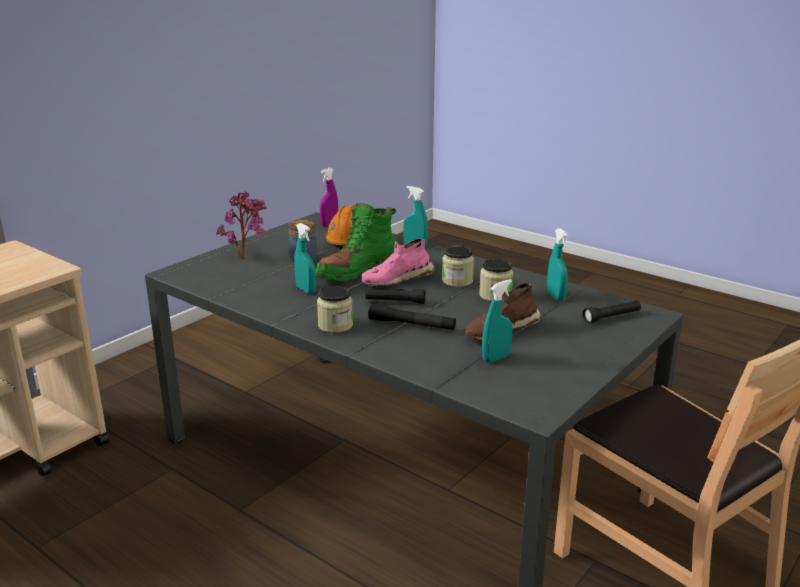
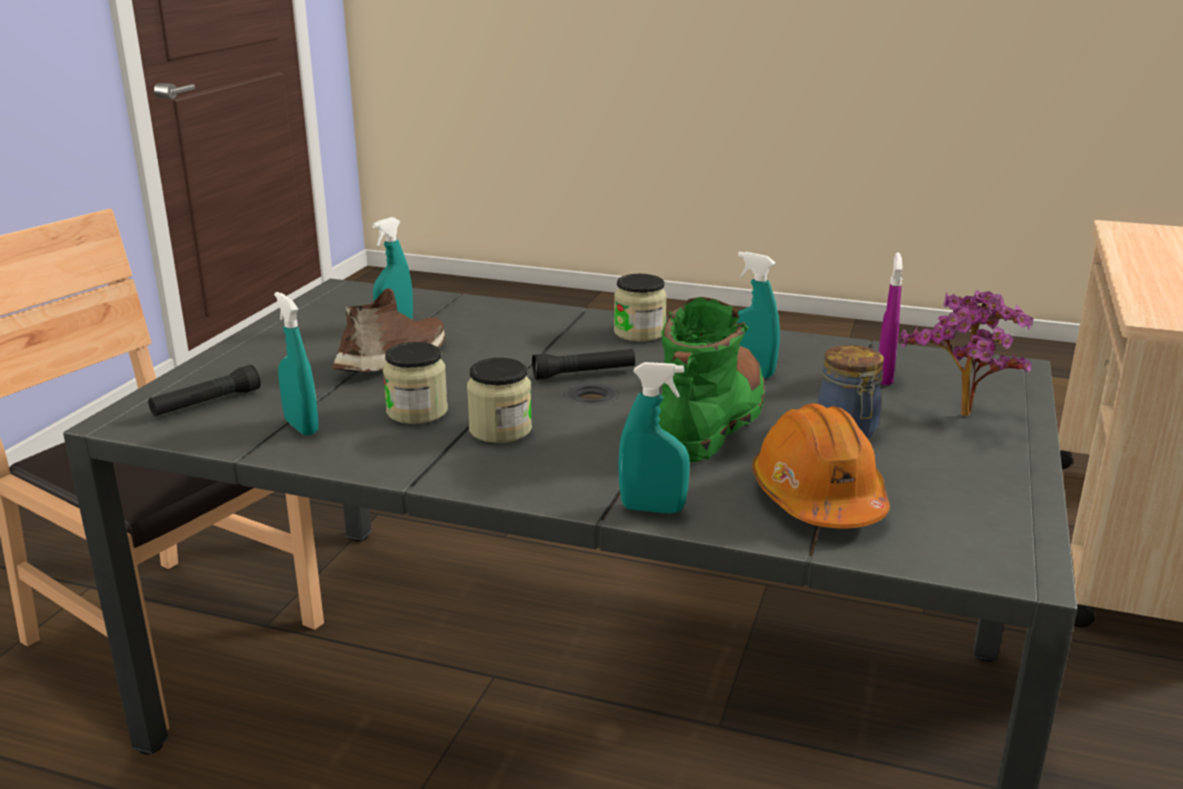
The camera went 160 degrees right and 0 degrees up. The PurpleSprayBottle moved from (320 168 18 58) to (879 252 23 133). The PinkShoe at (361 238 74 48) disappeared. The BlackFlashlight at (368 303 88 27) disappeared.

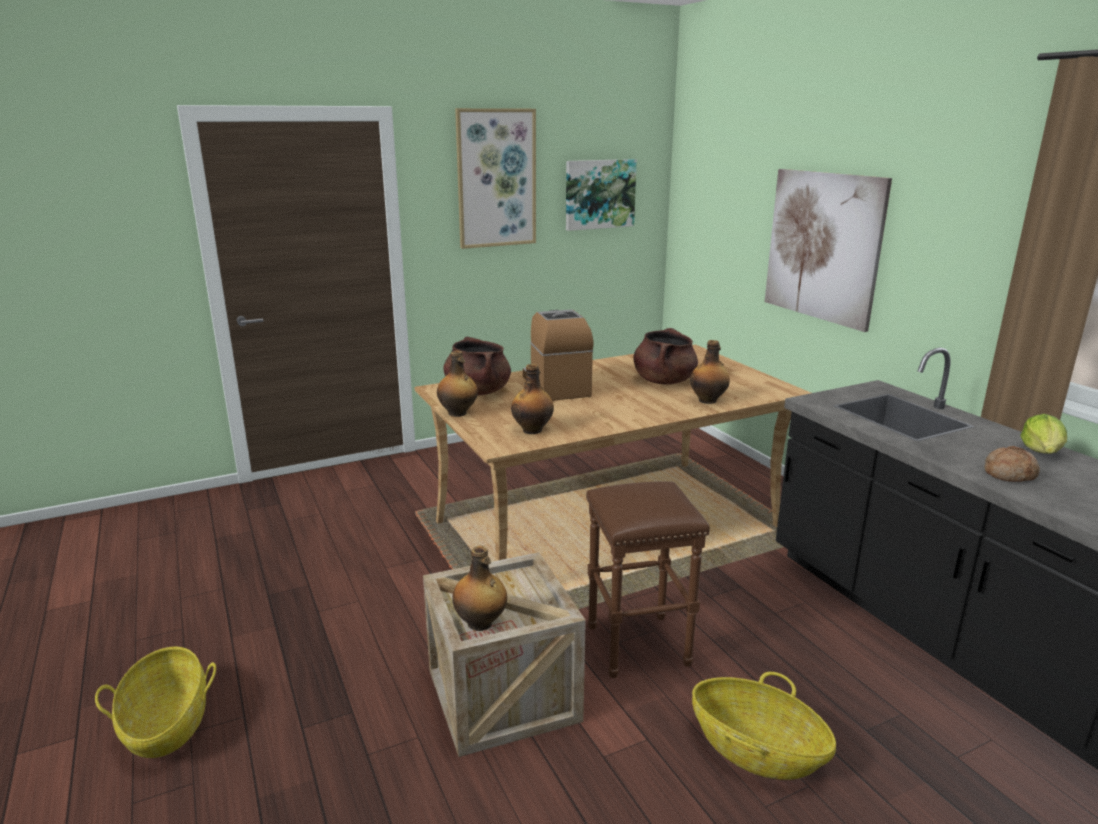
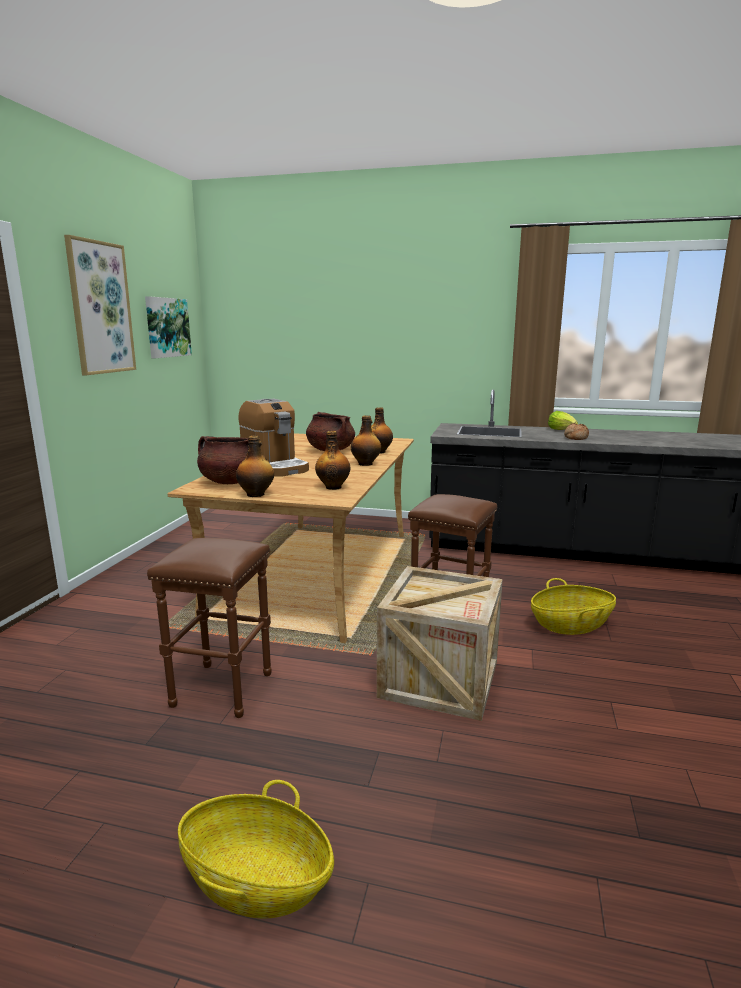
The camera went 50 degrees left and 5 degrees down. The BrownStool at (147 538 125 180) appeared. The CoffeeMachine at (523 309 70 92) turned 150 degrees counterclockwise. The Bottle moved from (452 546 55 85) to (351 415 30 51). The Picture at (765 169 127 163) disappeared.

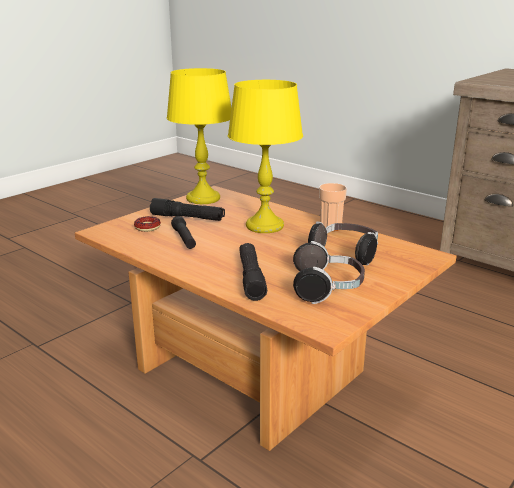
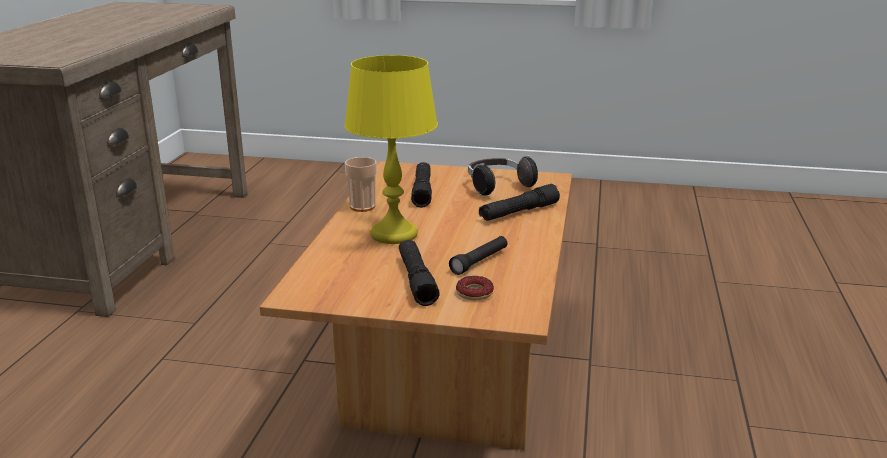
The camera went 120 degrees left and 0 degrees up. The Headphones at (308 221 70 44) was replaced by the BlackFlashlight at (411 162 21 46). The YellowTableLamp at (167 68 64 136) disappeared.

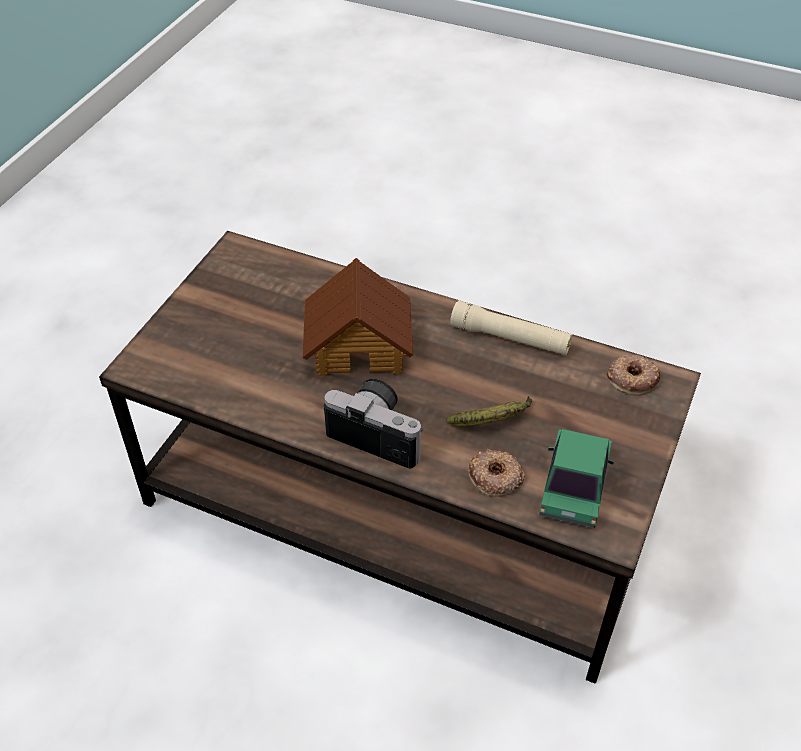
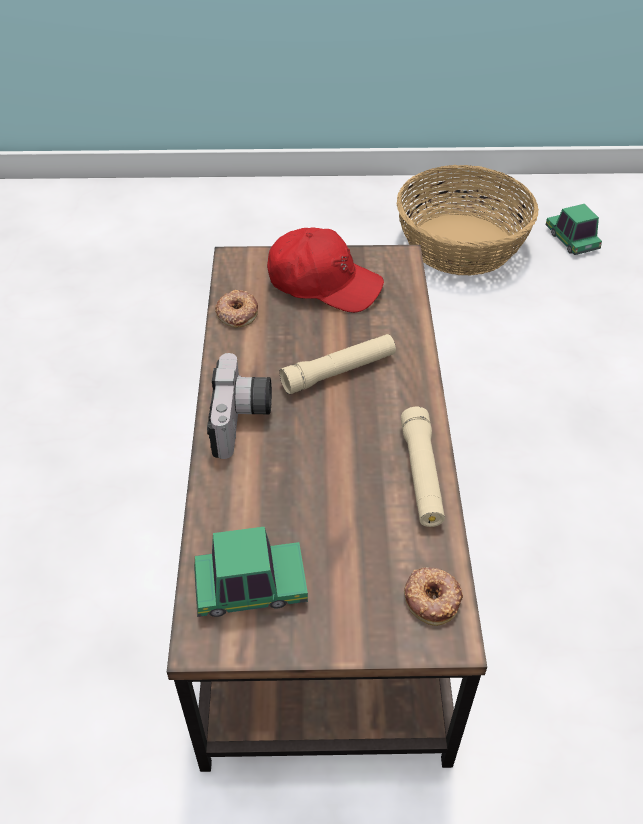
The camera went 65 degrees right and 0 degrees up. The Donut moved from (468 449 57 48) to (215 290 43 38). The RedCap at (267 227 117 86) appeared. The ToyHouse at (303 258 110 118) was replaced by the BeigeFlashlight at (279 334 117 60). The Basket at (397 165 142 111) appeared. The ToyCar at (545 204 57 51) appeared. The Banana at (447 396 85 30) disappeared.

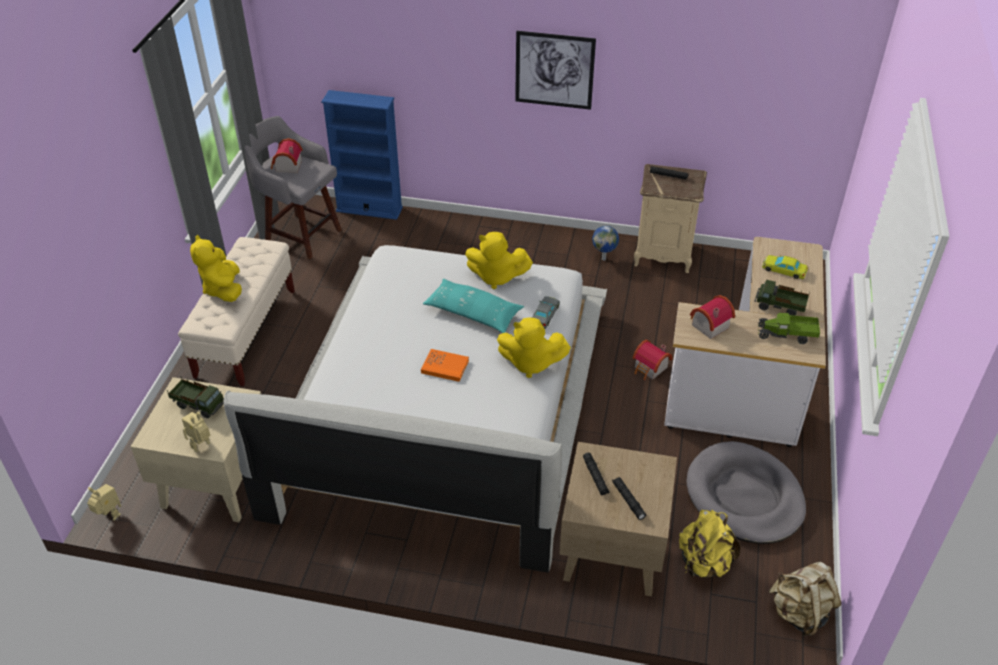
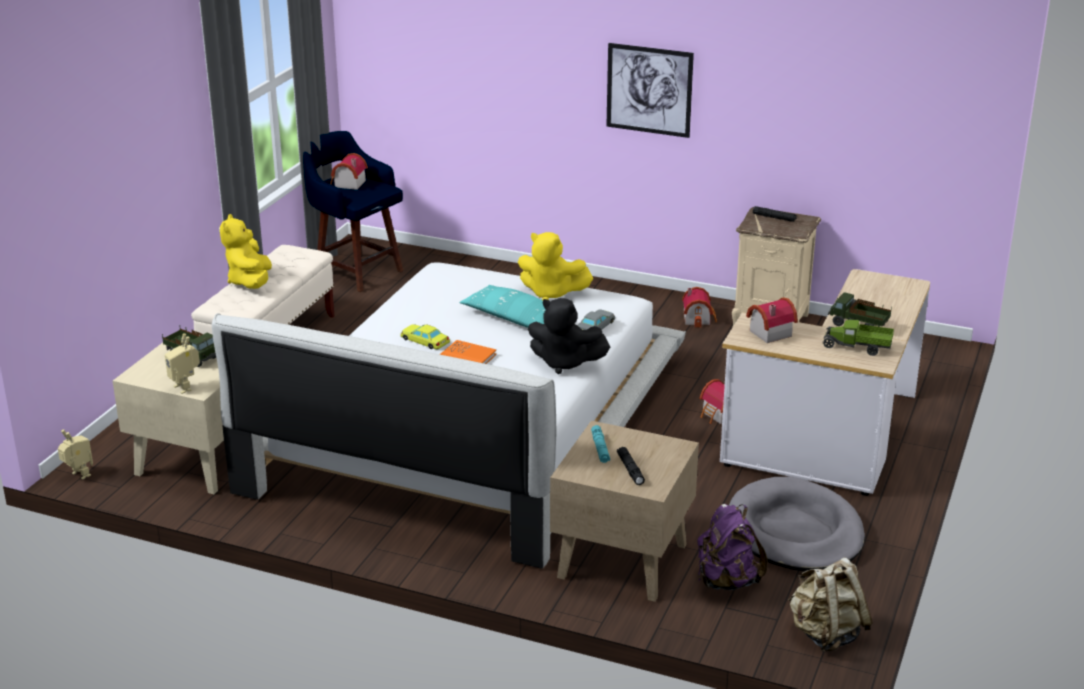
The camera went 10 degrees right and 15 degrees down. The ToyRobot at (182 412 29 40) turned 90 degrees counterclockwise. The GreyStool at (244 116 98 144) became the BlueStool at (303 131 100 161). The YellowToyCar moved from (762 255 46 24) to (401 324 49 26). The YellowPlushToy at (497 318 74 60) became the BlackPlushToy at (528 298 82 76). The BlackFlashlight at (583 452 26 44) became the TurquoiseFlashlight at (591 425 19 38). The Globe at (592 226 27 35) was replaced by the ToyHouse at (682 287 35 41). The YellowBackpack at (679 510 62 68) became the PurpleBackpack at (697 504 71 86). The BlueBookcase at (321 90 82 130) disappeared.

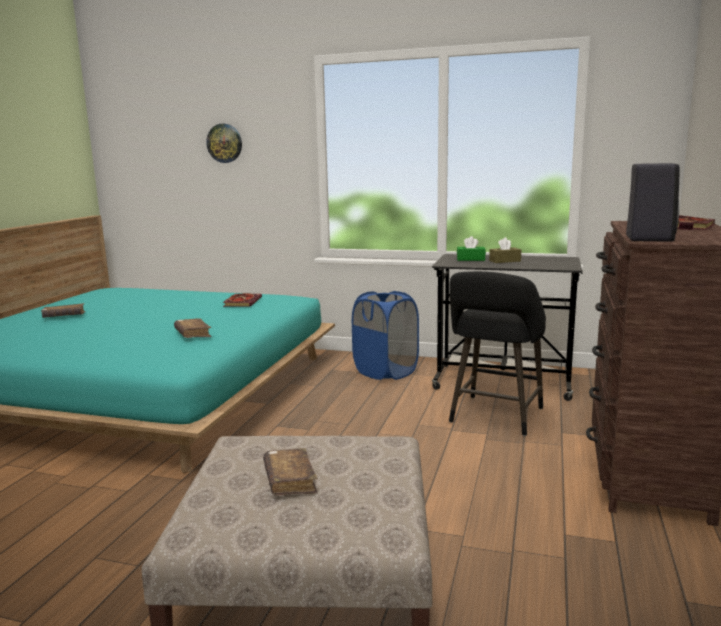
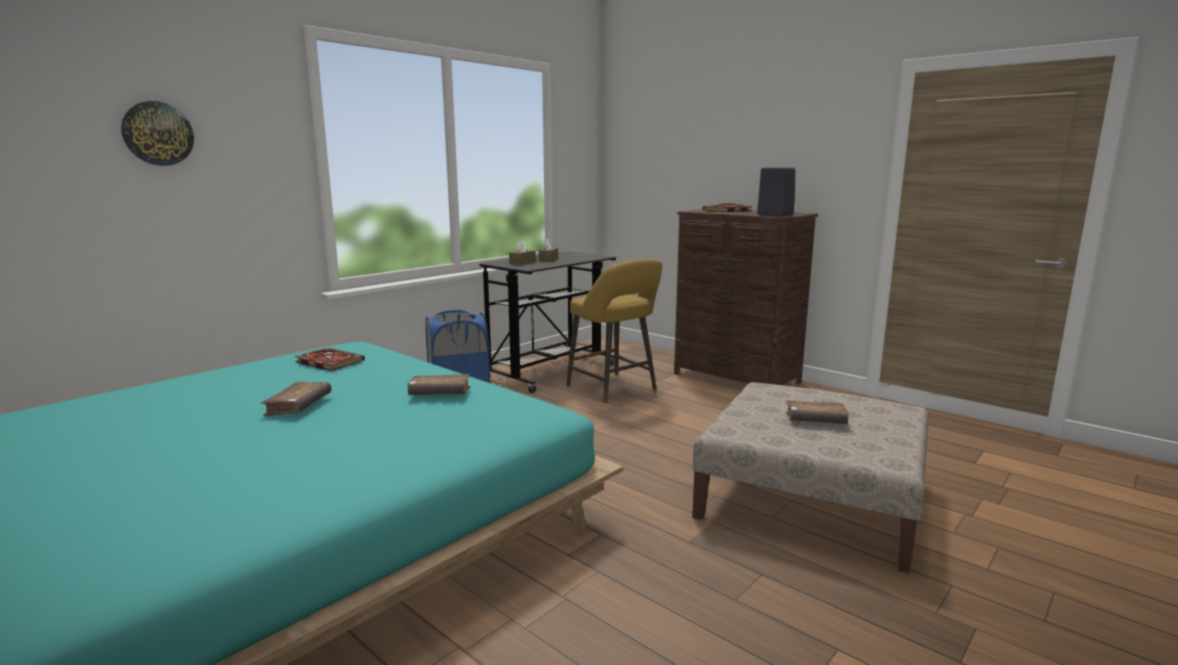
The camera went 65 degrees left and 0 degrees up. The BrownBook moved from (41 303 45 15) to (261 382 70 34). The GreenTissueBox at (457 236 29 25) became the BrownTissueBox at (509 240 27 25). The BlackStool at (449 271 97 165) became the YellowStool at (566 259 96 145).

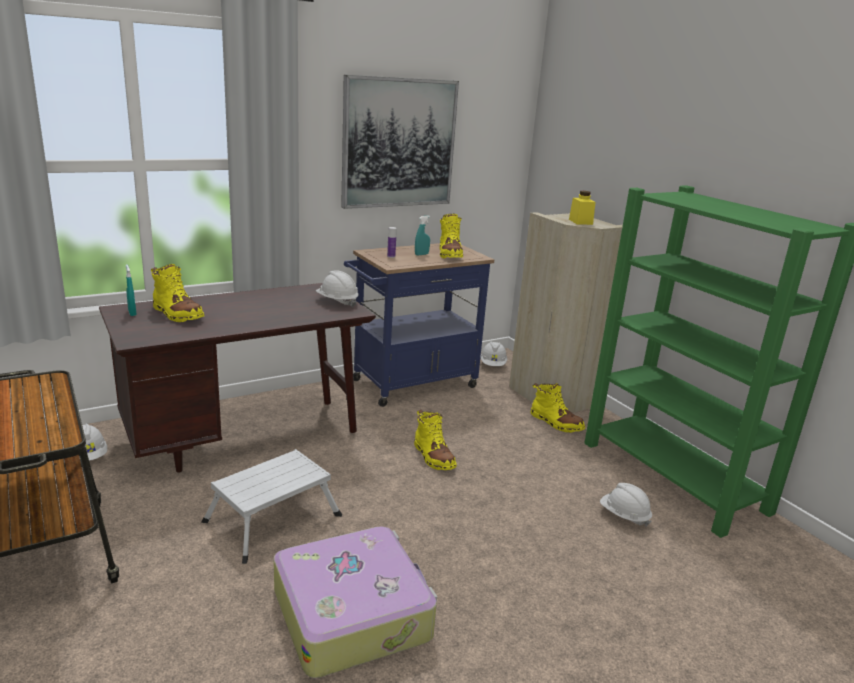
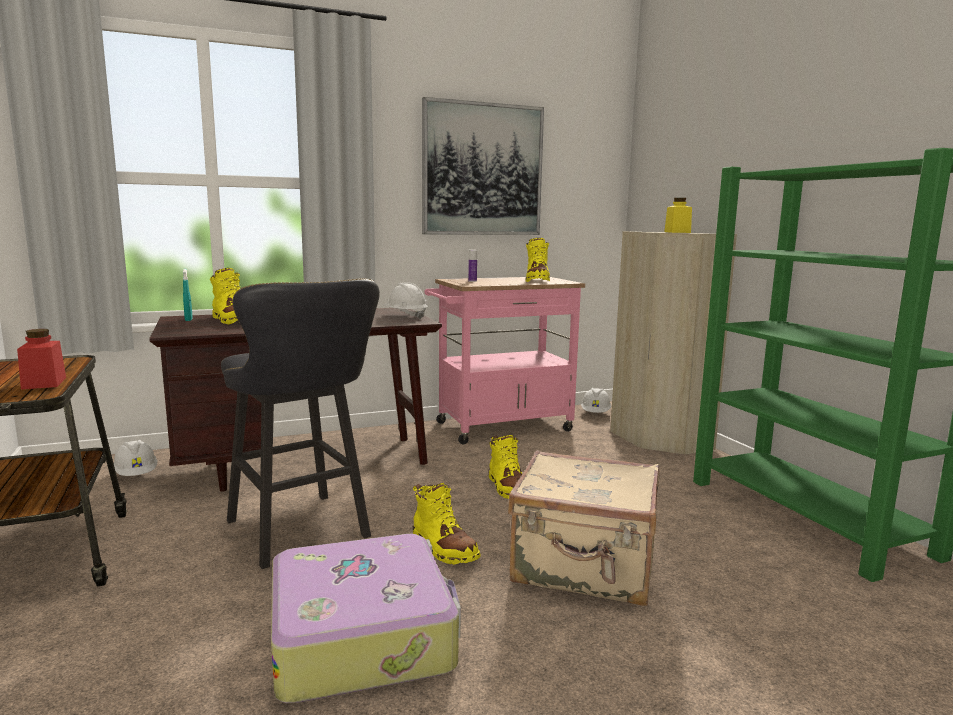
The camera went 10 degrees right and 10 degrees down. The RedJar at (17 329 49 60) appeared. The WhiteStepLadder at (201 449 141 115) was replaced by the BlackStool at (221 278 159 291). The YellowBoot moved from (531 383 54 50) to (413 483 68 82). The BlueCart at (344 243 150 164) became the PinkCart at (424 277 161 167). The BeigeSuitcase at (508 450 151 156) appeared. The TurquoiseSprayBottle at (415 216 15 39) disappeared. The WhiteHardHat at (600 483 52 44) disappeared.

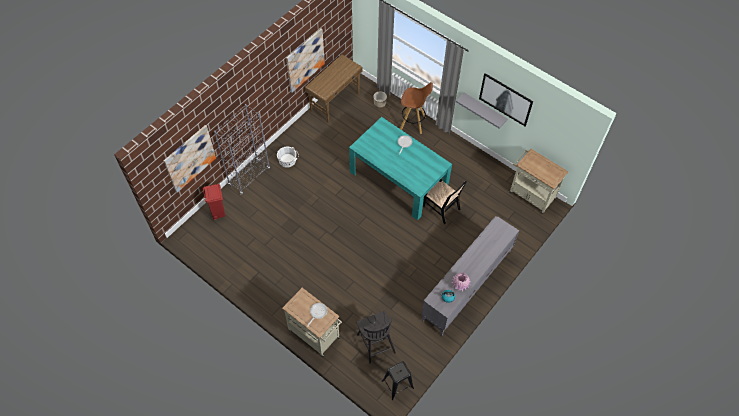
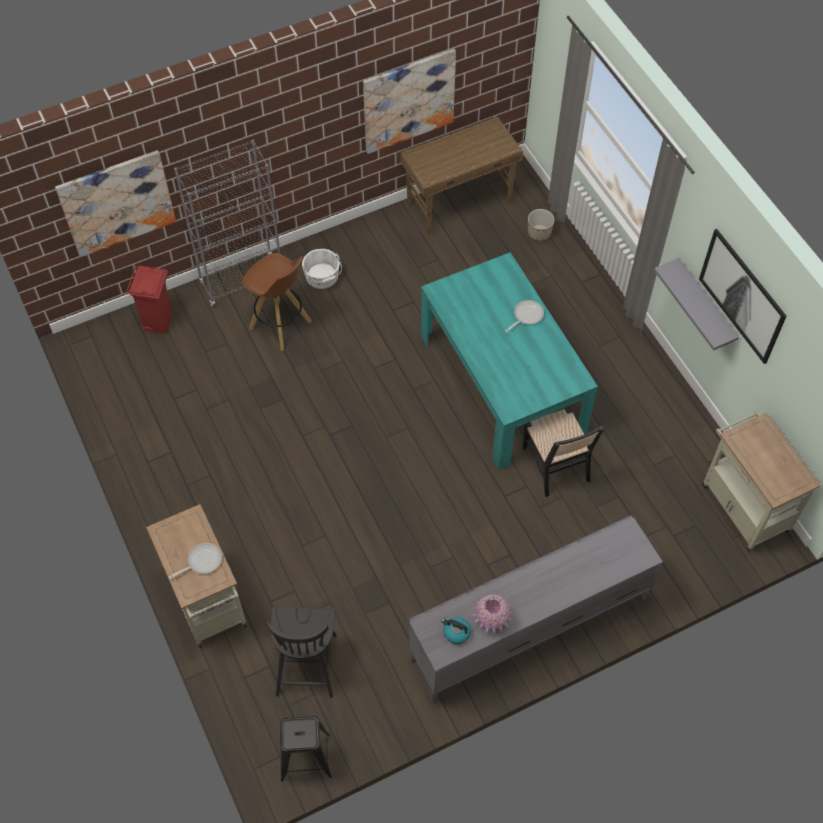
The camera went 25 degrees right and 0 degrees up. The BrownStool moved from (400 82 33 52) to (242 253 70 98).

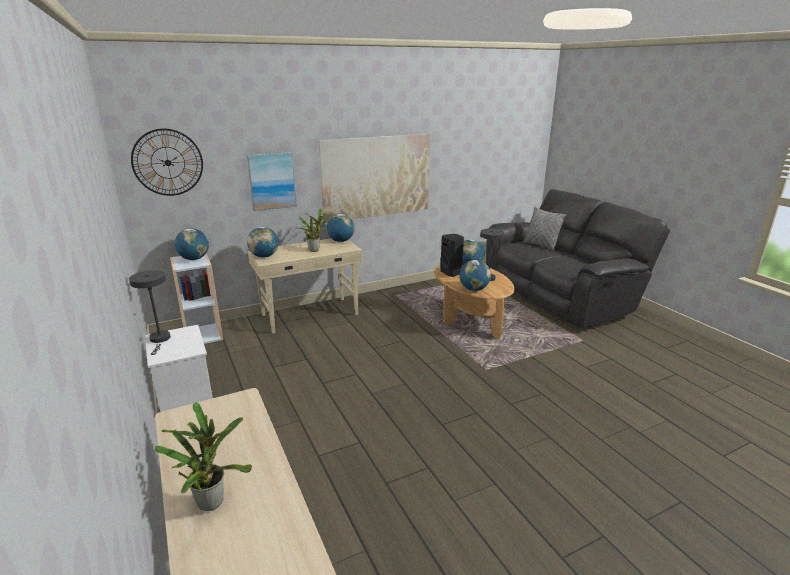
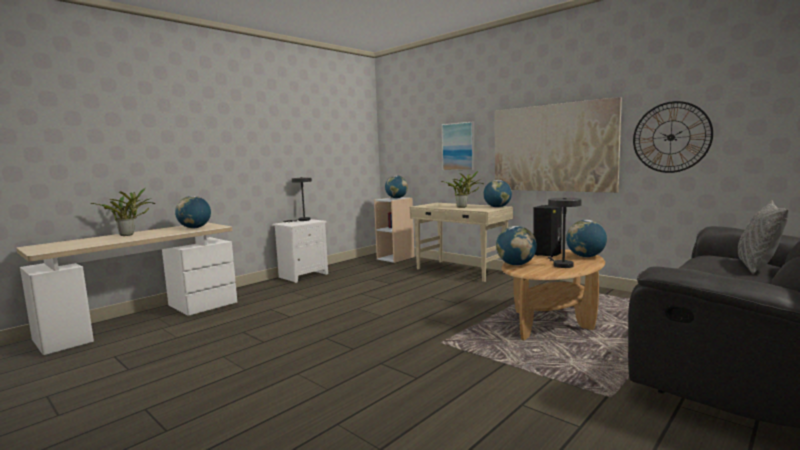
The camera went 70 degrees right and 15 degrees down. The Globe moved from (247 227 32 31) to (175 196 36 32). The WallClock moved from (131 129 72 67) to (633 101 80 72).

